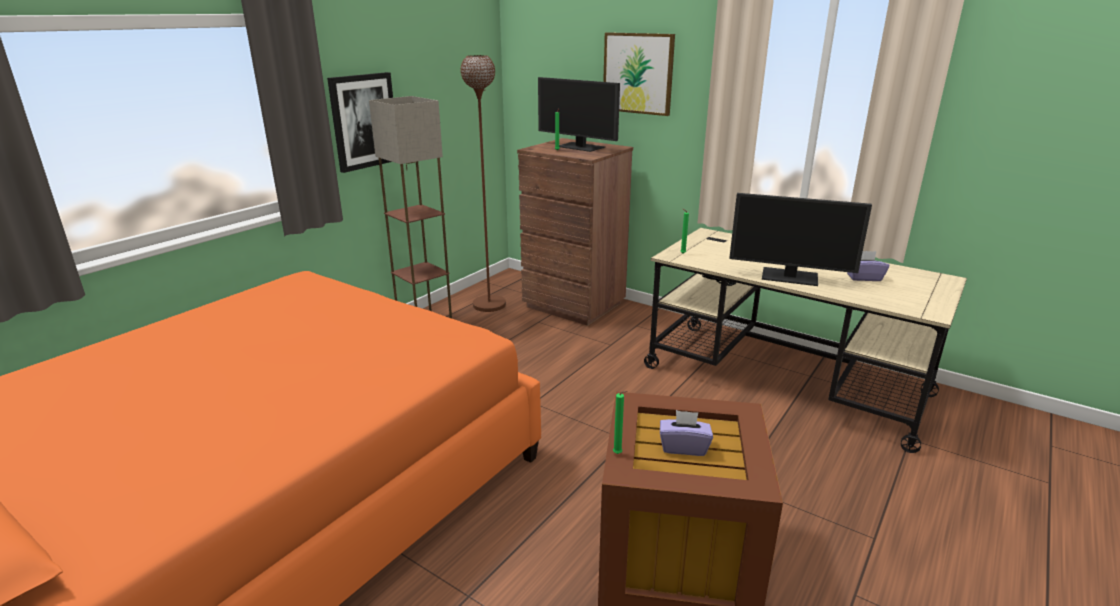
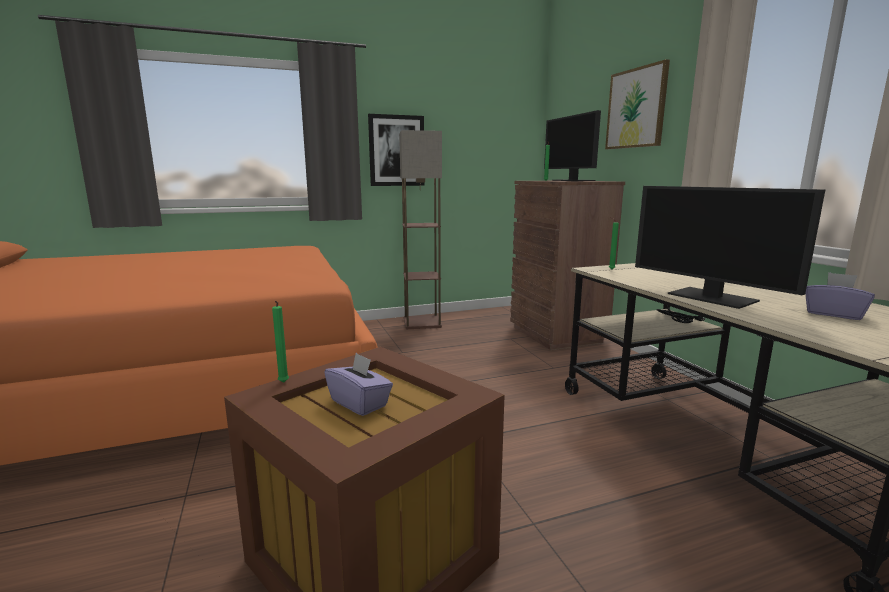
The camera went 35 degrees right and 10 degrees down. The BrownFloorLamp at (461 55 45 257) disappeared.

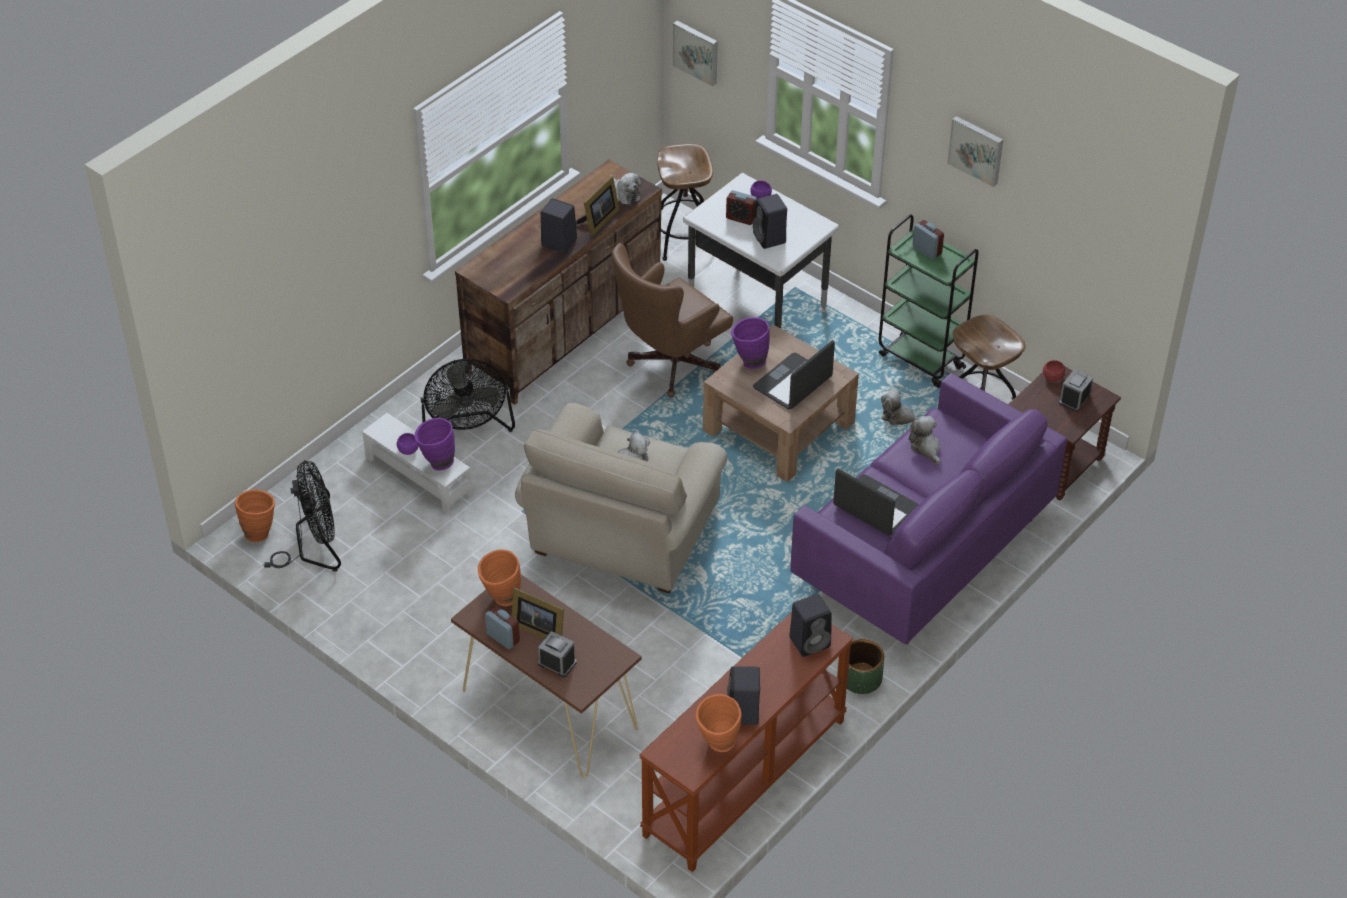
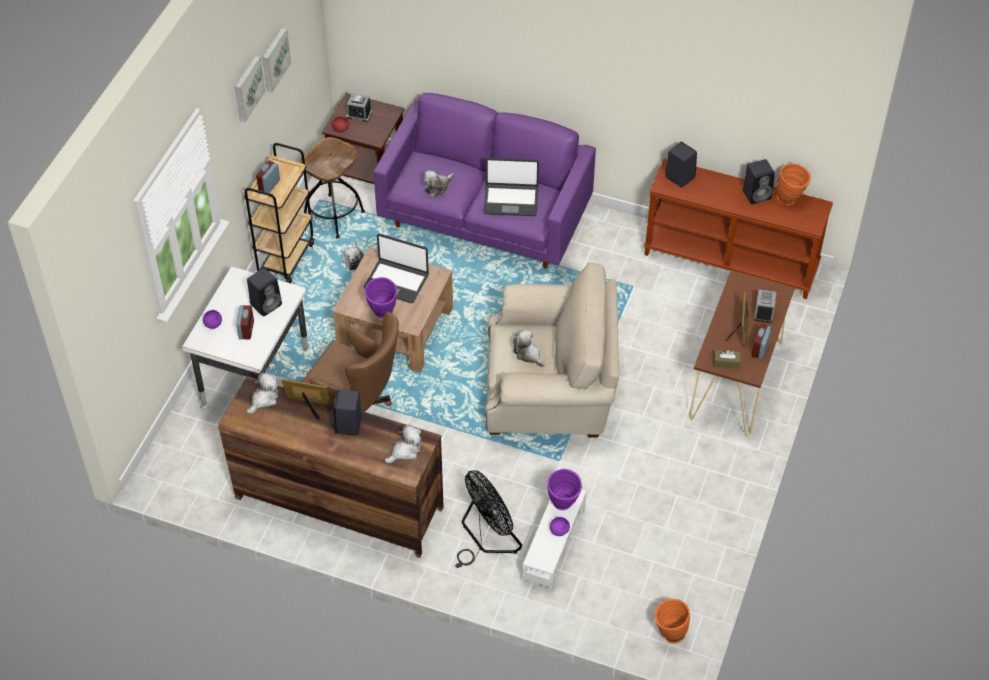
The camera went 110 degrees left and 5 degrees up. The GreenCart at (879 214 100 174) became the BrownCart at (244 143 70 140). The Picture moved from (673 21 45 66) to (262 28 29 65). The PlushToy at (385 424 36 39) appeared. The Laptop at (833 468 86 68) turned 105 degrees counterclockwise. The OrangeVase at (478 550 43 56) was replaced by the BrownTissueBox at (714 350 26 19). The BlackFan at (263 460 78 112) disappeared. The BrownStool at (657 144 56 117) disappeared. The GreenPlanter at (847 639 37 55) disappeared.

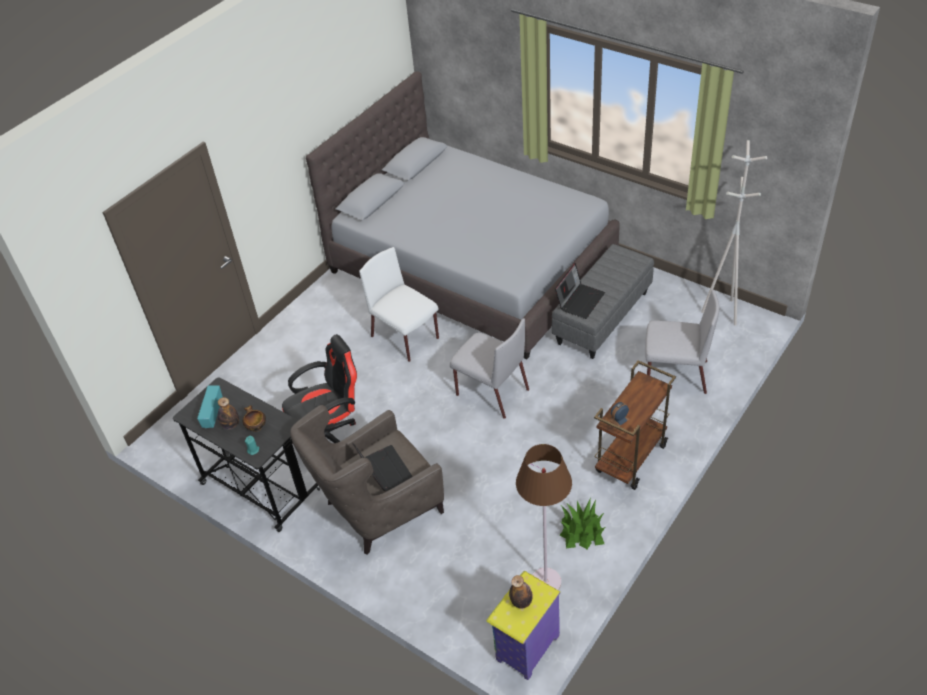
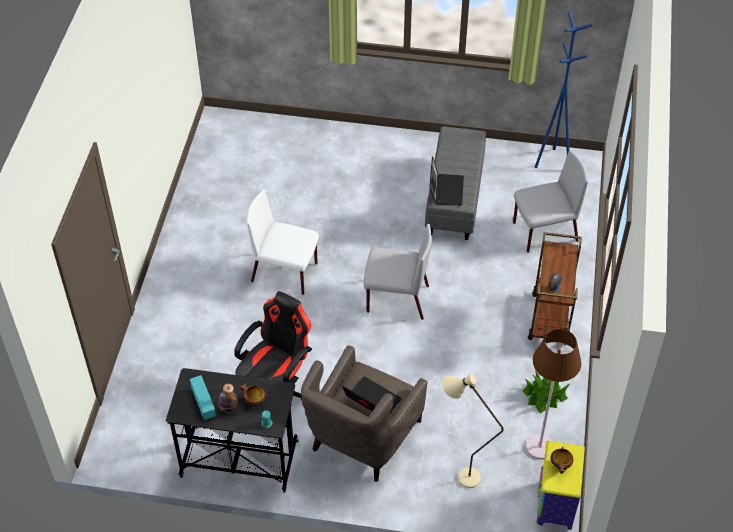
The camera went 30 degrees left and 5 degrees up. The BeigeFloorLamp at (442 373 62 115) appeared. The GreyClothesRack at (701 140 66 186) became the BlueClothesRack at (535 11 58 157). The Bottle at (509 575 24 34) was replaced by the Bowl at (551 447 22 27). The GreyBed at (306 71 314 288) disappeared.

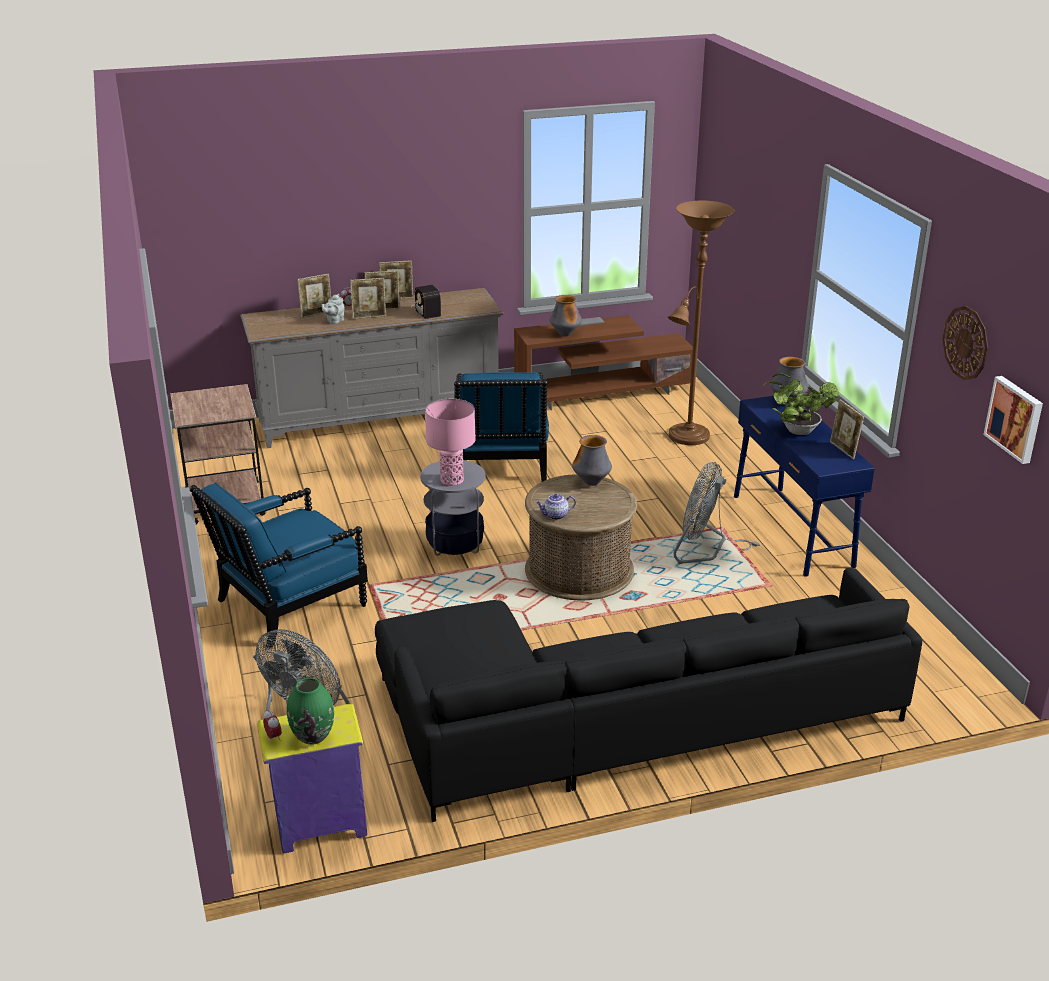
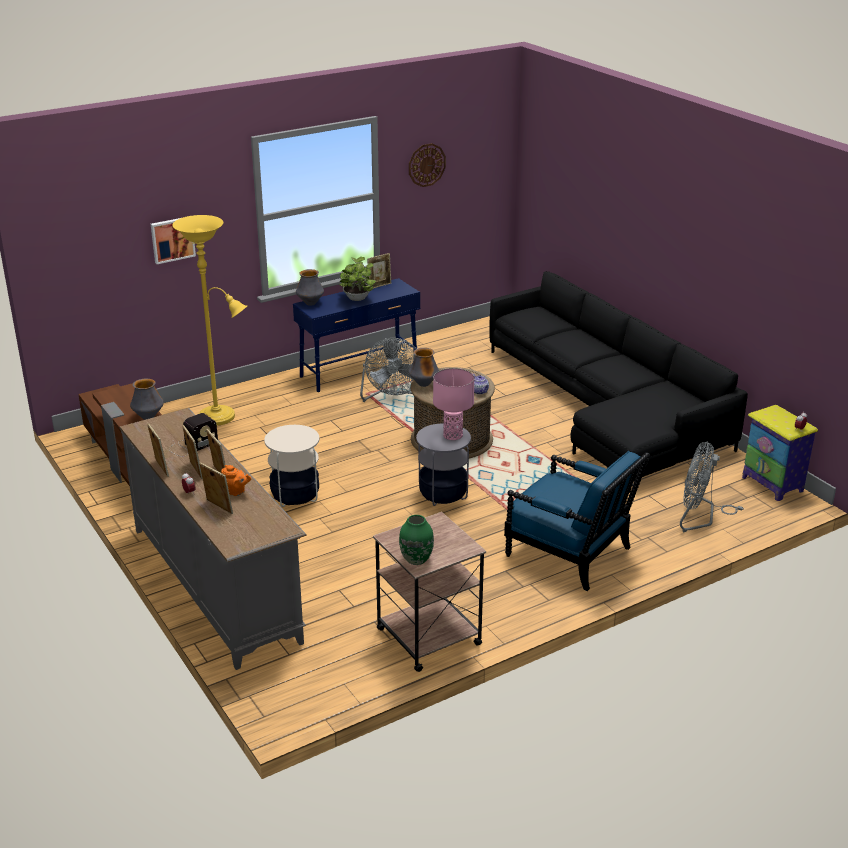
The camera went 105 degrees left and 0 degrees up. The Picture moved from (983 376 60 88) to (151 218 45 46). The BrownFloorLamp at (668 201 66 244) became the YellowFloorLamp at (173 215 74 211). The GreyTeapot at (322 294 22 30) became the OrangeTeapot at (221 465 30 31). The BlueArmchair at (454 372 95 110) was replaced by the BeigeSideTable at (264 425 55 82). The GreenVase moved from (287 678 47 67) to (399 515 35 50).

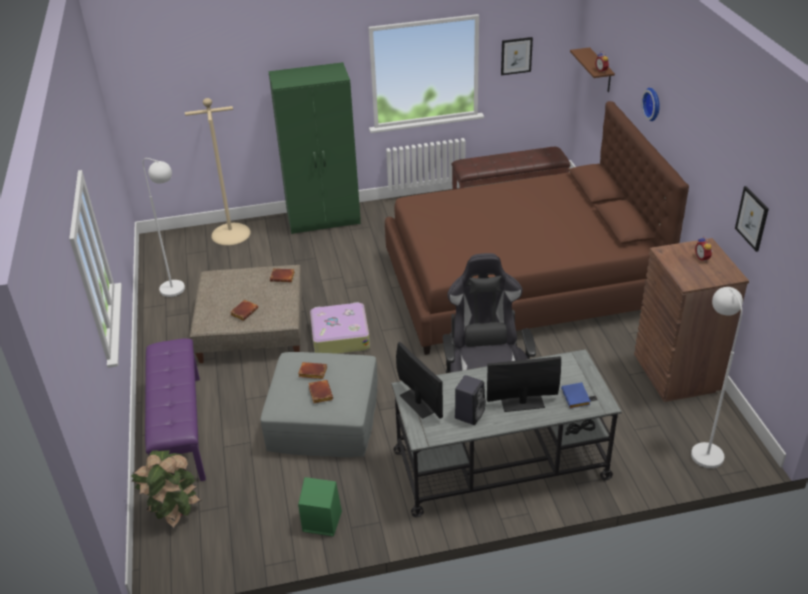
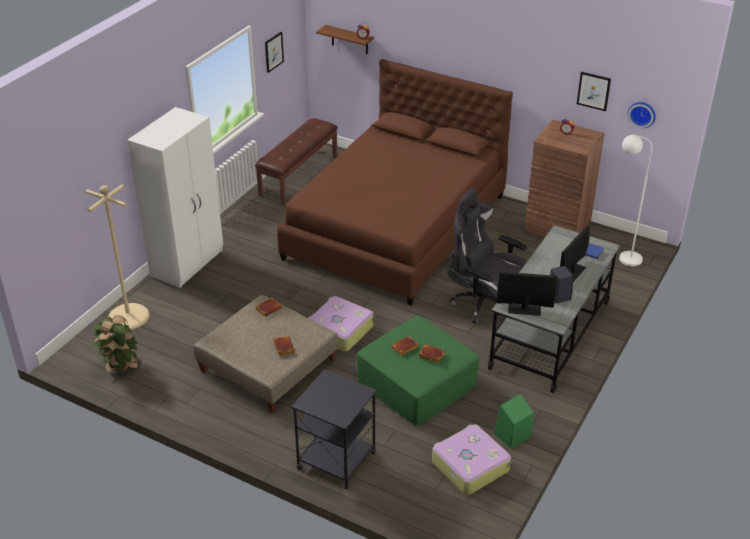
The camera went 50 degrees left and 0 degrees up. The PottedPlant moved from (131 450 71 79) to (92 315 47 59). The GreenWardrobe at (268 62 93 172) became the WhiteWardrobe at (127 107 96 181). The PurpleBench at (145 338 61 143) was replaced by the BlackCart at (292 369 85 120). The GreyOttoman at (261 352 116 105) became the GreenOttoman at (357 316 122 110). The Suitcase at (432 424 79 71) appeared. The WallClock moved from (641 88 19 33) to (628 102 28 26). The WhiteFloorLamp at (142 158 43 139) disappeared.

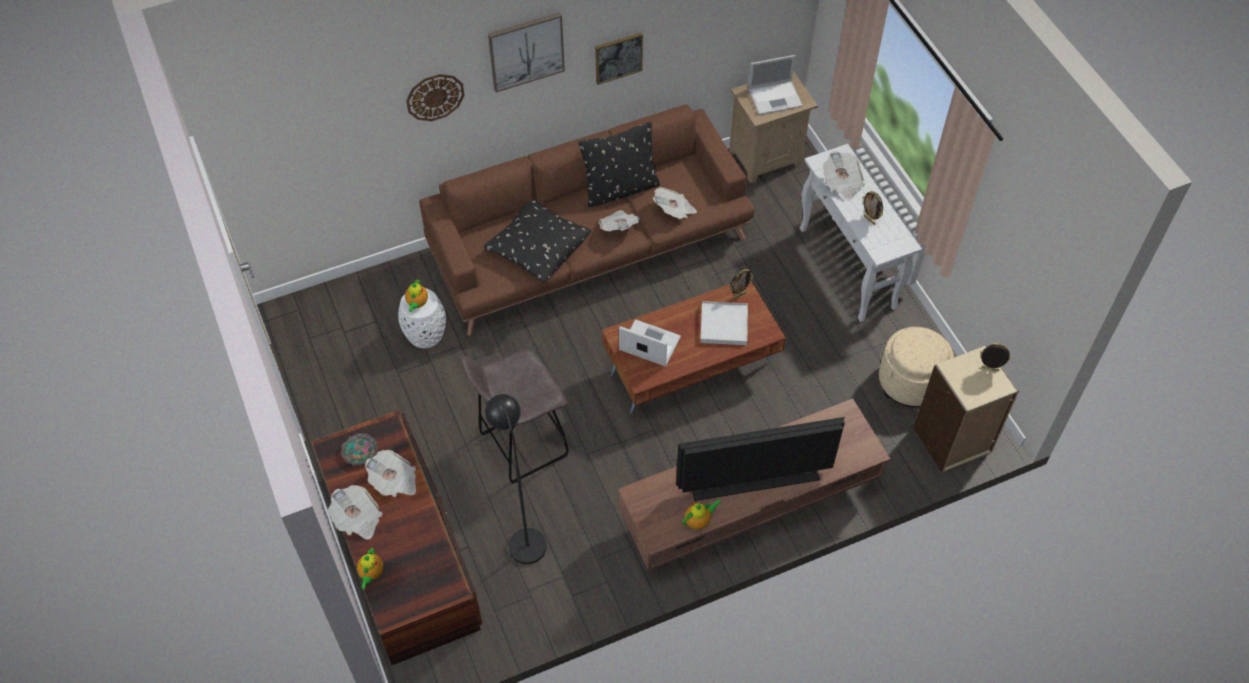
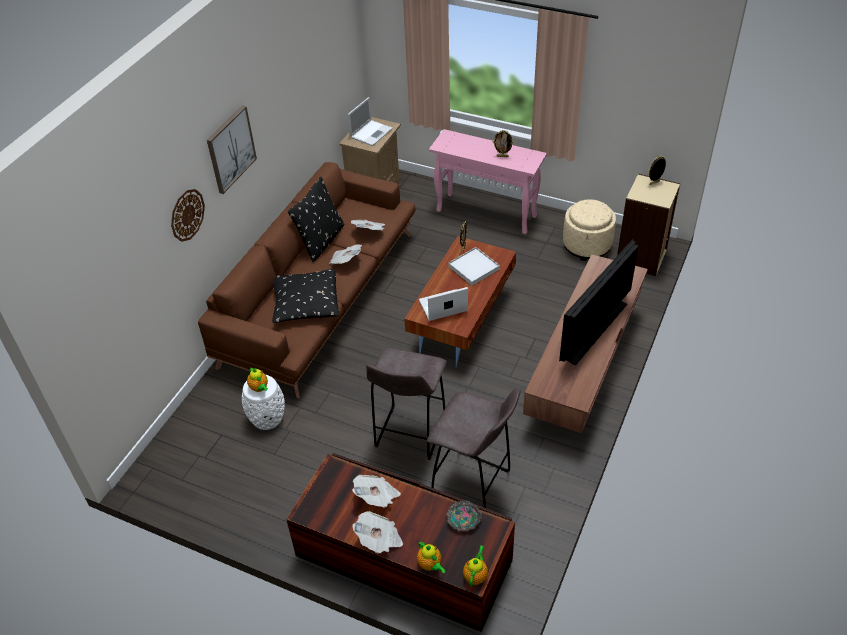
The camera went 40 degrees left and 10 degrees down. The BlackFloorLamp at (485 394 62 170) was replaced by the GreyStool at (427 388 93 120). The WhiteConsoleTable at (800 144 122 178) became the PinkConsoleTable at (429 129 118 105). The Bowl moved from (341 433 37 32) to (446 500 36 31). The Teapot moved from (682 499 39 30) to (463 545 25 42). The Picture at (595 32 48 53) disappeared. The Newspaper at (823 151 42 50) disappeared.

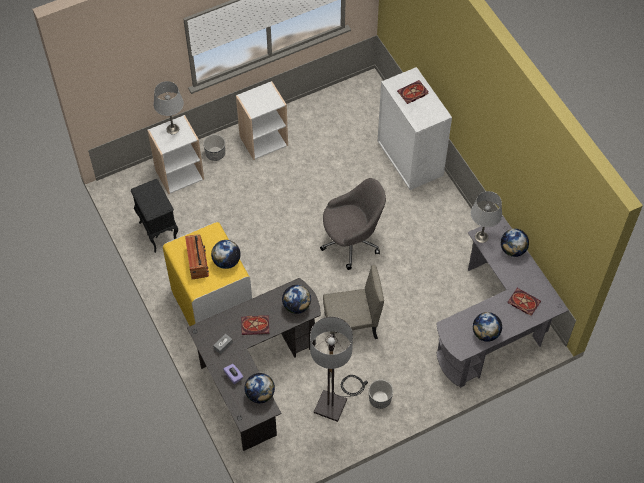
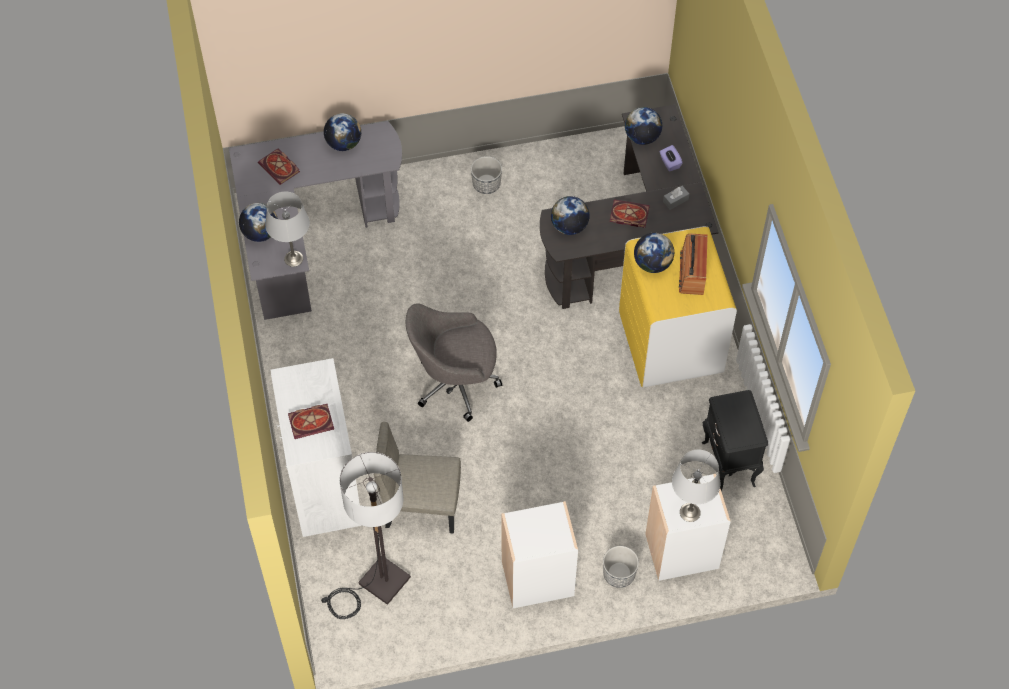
The camera went 165 degrees left and 0 degrees up. The FloorLamp moved from (310 317 58 105) to (321 452 90 167). The BeigeChair moved from (323 265 61 74) to (374 422 87 112).

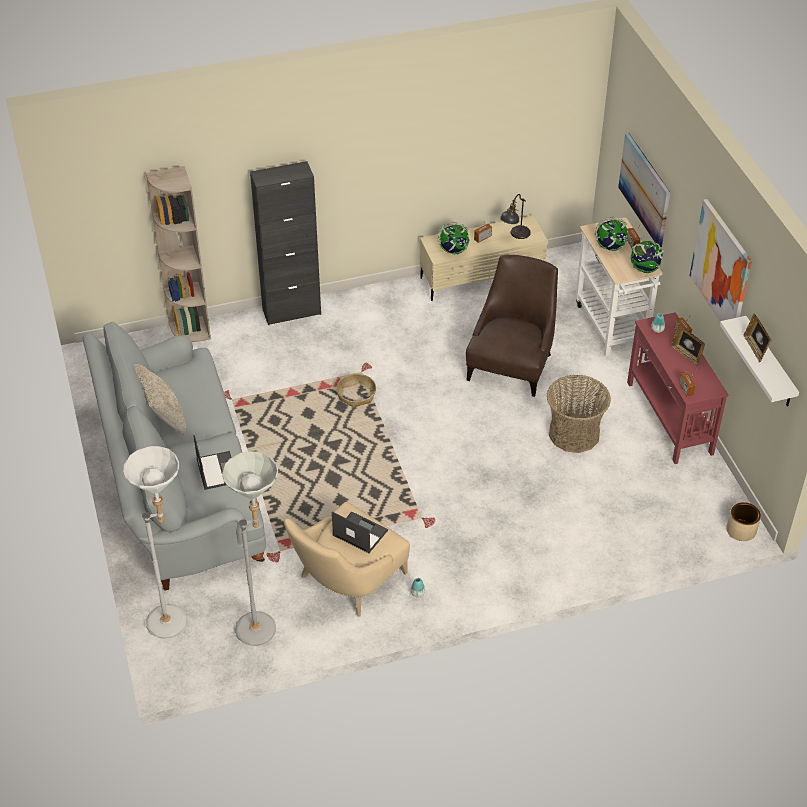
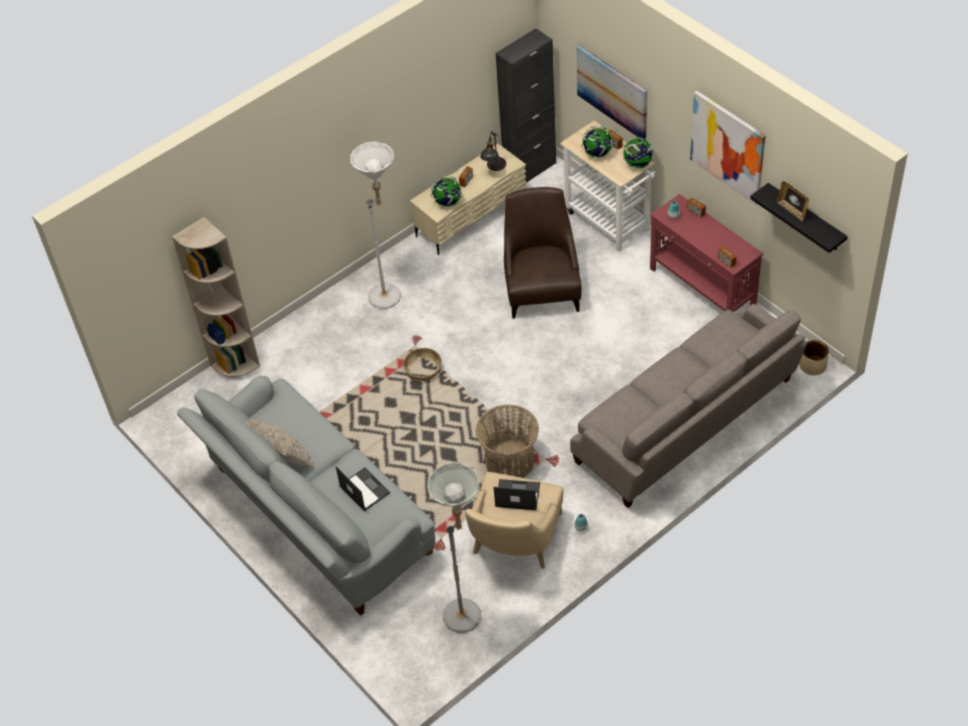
The camera went 20 degrees left and 5 degrees up. The WhiteFloorLamp moved from (123 446 64 193) to (350 141 51 168). The Basket moved from (546 375 65 78) to (476 405 63 73). The BlackCabinet moved from (250 161 71 164) to (496 28 60 154). The GreySofa at (570 304 237 204) appeared. The WhiteShelf at (720 316 79 90) became the BlackShelf at (750 183 98 70). The PictureFrame at (671 325 34 41) disappeared.

